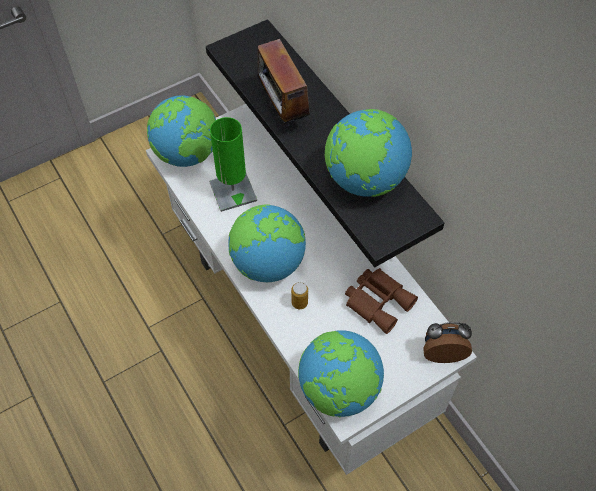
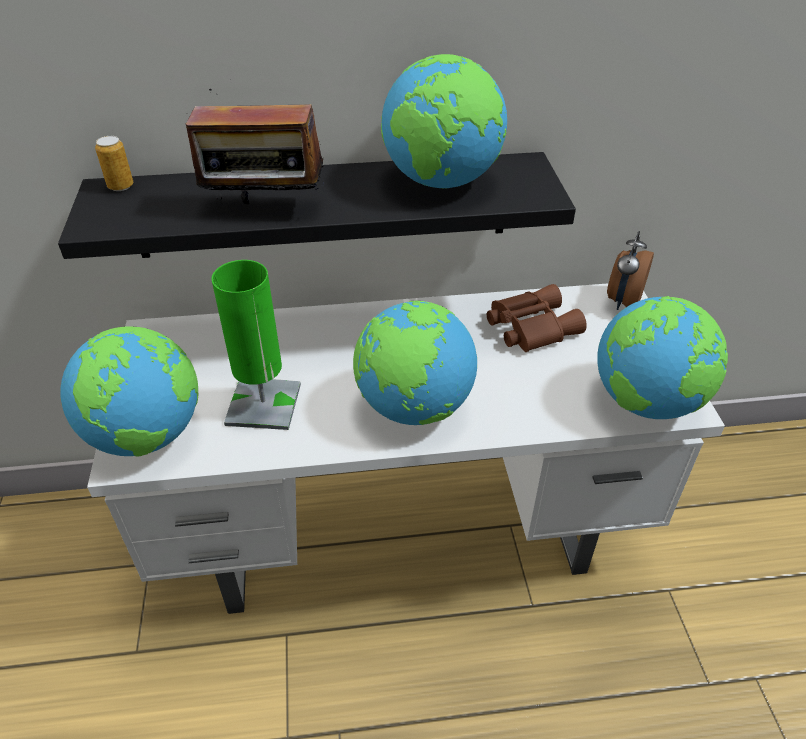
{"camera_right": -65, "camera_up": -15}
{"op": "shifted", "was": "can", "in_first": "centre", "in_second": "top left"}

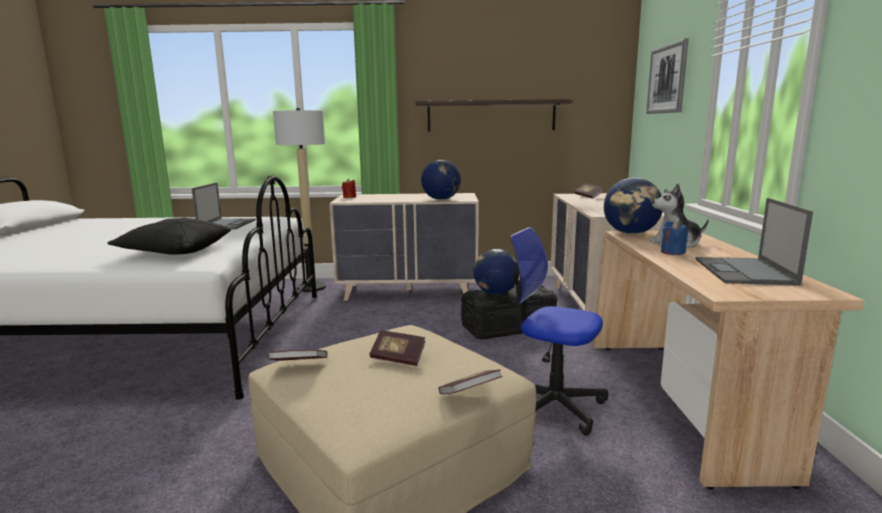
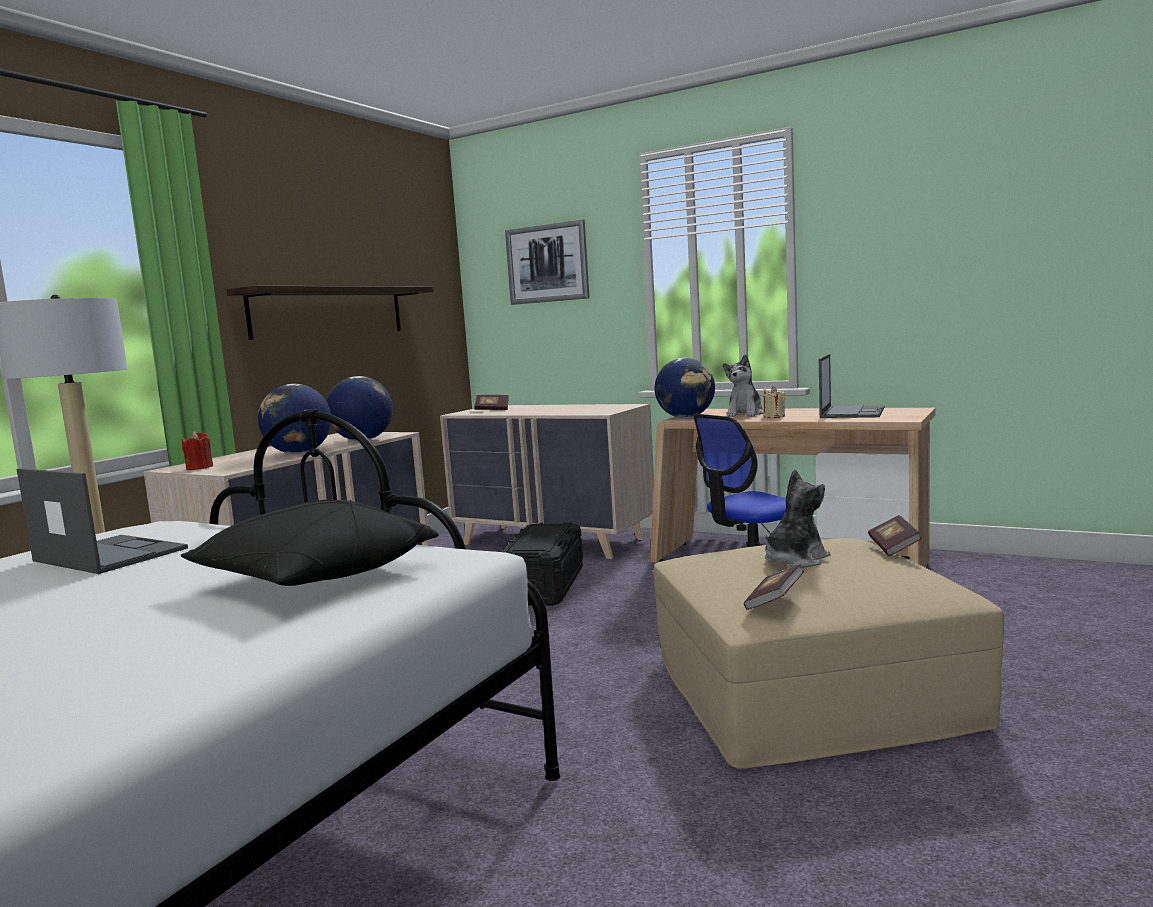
{"camera_right": -60, "camera_up": -5}
{"op": "swapped", "was": "book (no. 2 from left)", "now": "plush toy (no. 2 from left)", "in_first": "bottom centre", "in_second": "middle right"}
{"op": "shifted", "was": "globe (no. 2 from left in the first image)", "now": "globe (no. 1 from left)", "in_first": "centre", "in_second": "middle left"}
{"op": "repainted", "was": "candle (blue)", "now": "candle (beige)", "in_first": "middle right", "in_second": "middle right"}
{"op": "rotated", "was": "laptop (no. 2 from left)", "in_first": "middle right", "in_second": "middle right", "clockwise": -105}

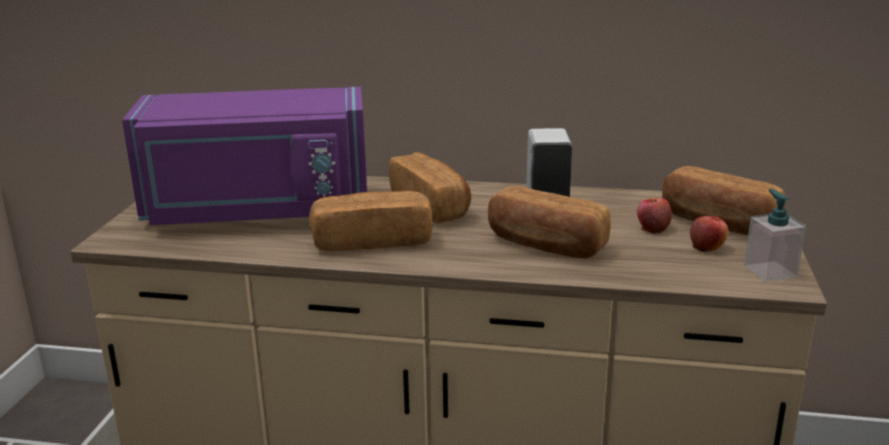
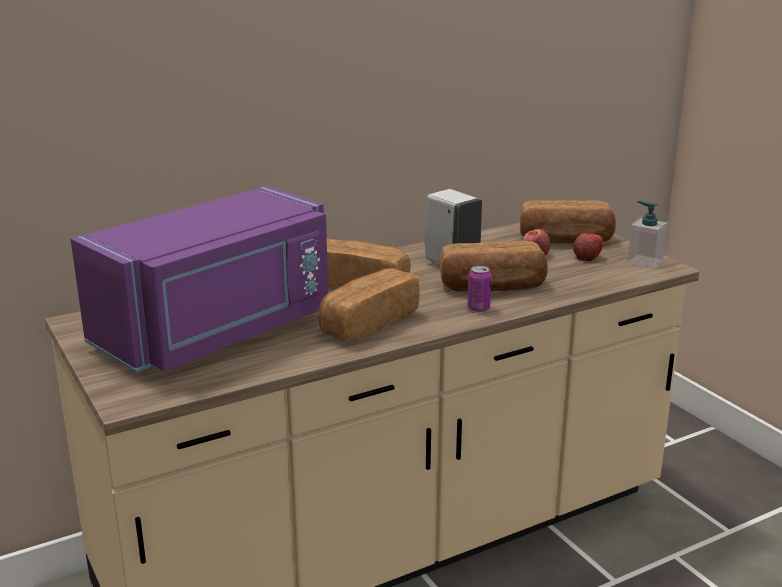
{"camera_right": -40, "camera_up": 0}
{"op": "new", "now": "can", "in_second": "centre"}

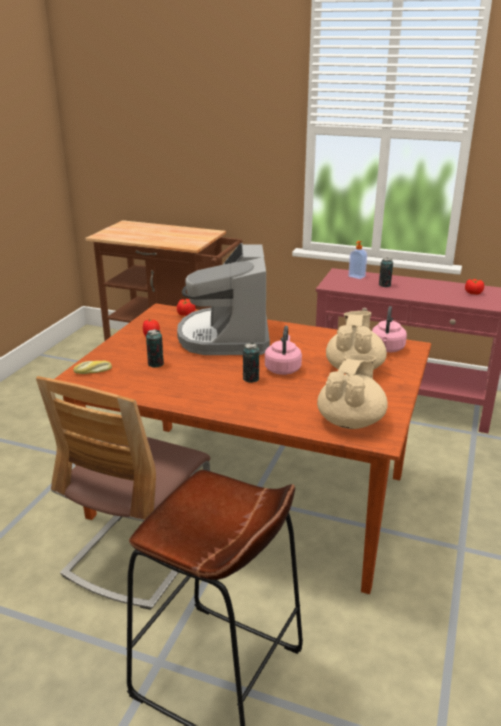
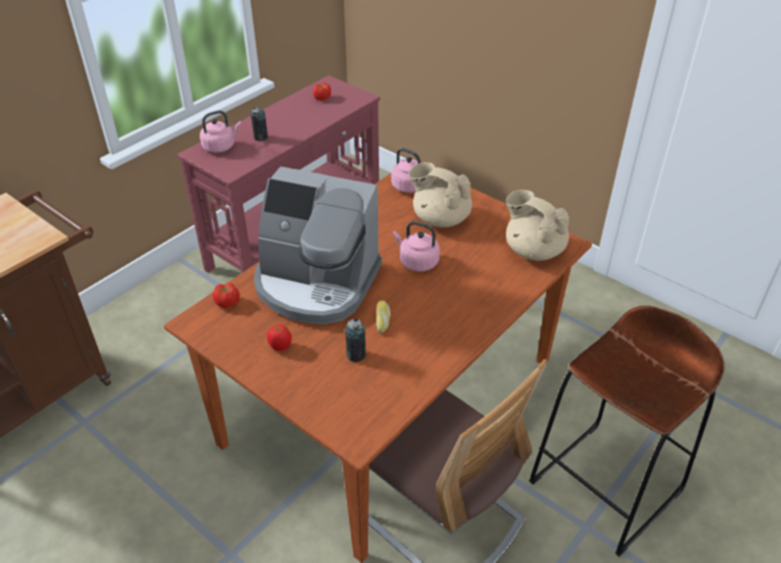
{"camera_right": -70, "camera_up": 15}
{"op": "shifted", "was": "bread", "in_first": "middle left", "in_second": "centre"}
{"op": "gone", "was": "can (no. 2 from left)", "in_first": "centre"}
{"op": "swapped", "was": "soap dispenser", "now": "kettle (pink) (no. 1 from left)", "in_first": "middle right", "in_second": "top left"}

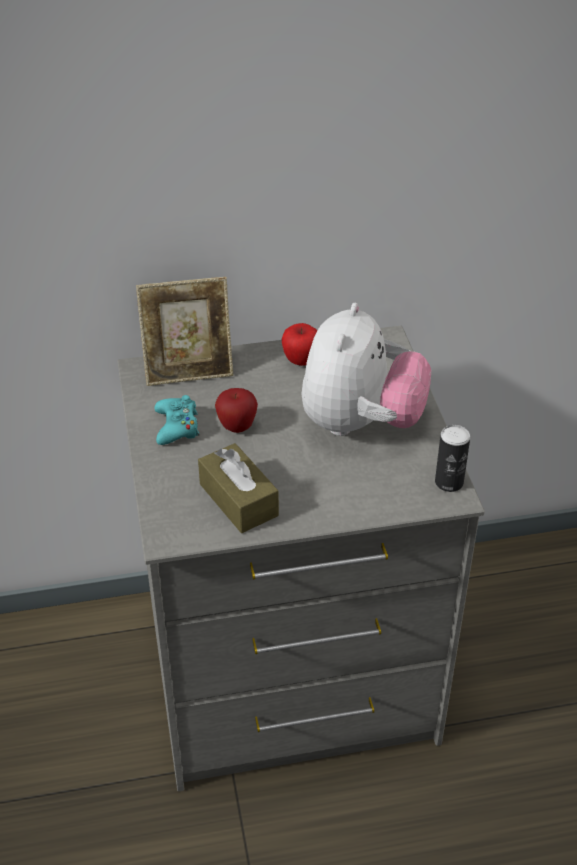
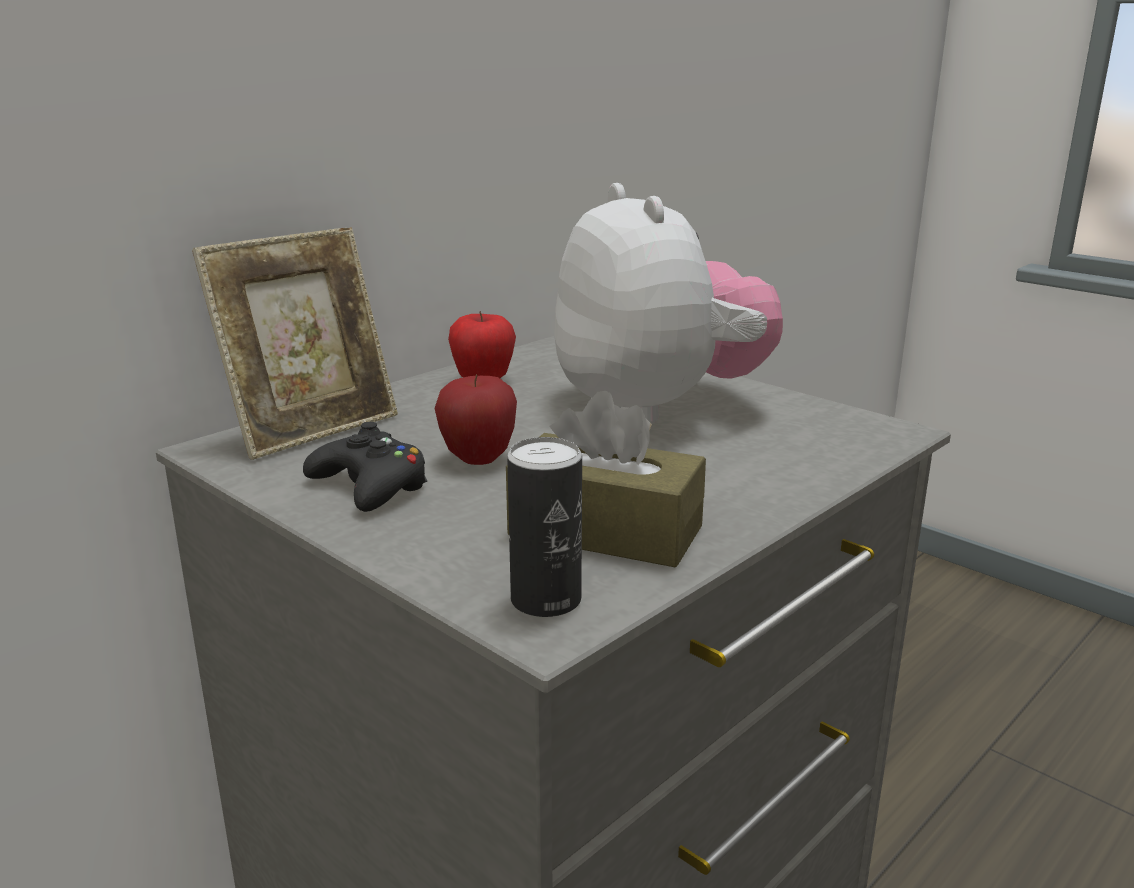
{"camera_right": -35, "camera_up": -20}
{"op": "repainted", "was": "game controller (turquoise)", "now": "game controller (black)", "in_first": "middle left", "in_second": "middle left"}
{"op": "shifted", "was": "can", "in_first": "middle right", "in_second": "centre"}

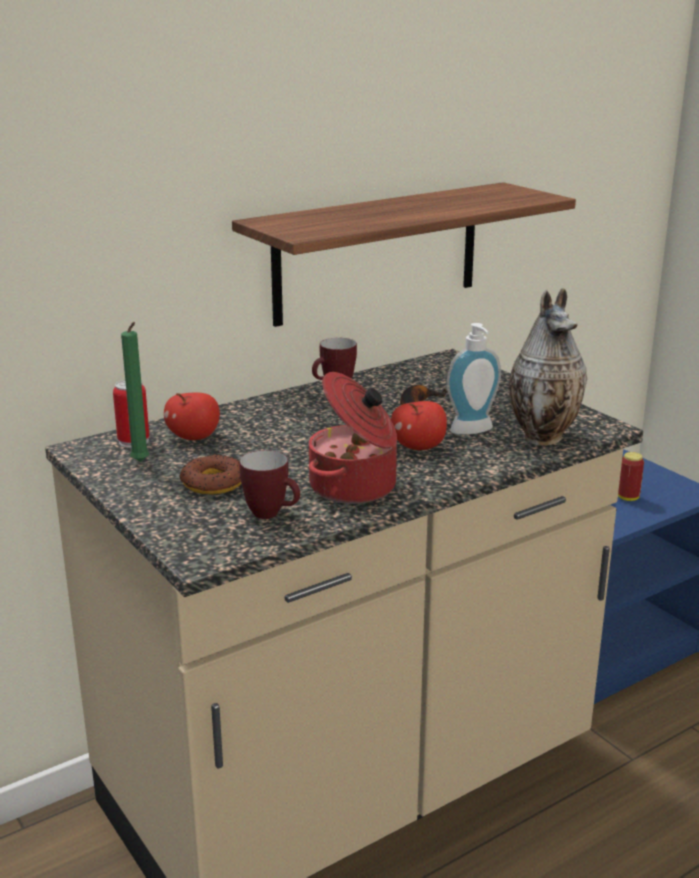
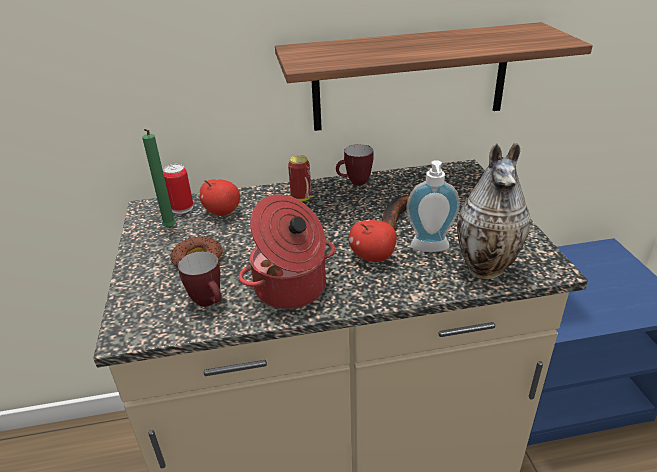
{"camera_right": 25, "camera_up": 10}
{"op": "shifted", "was": "can (no. 2 from left)", "in_first": "middle right", "in_second": "centre"}

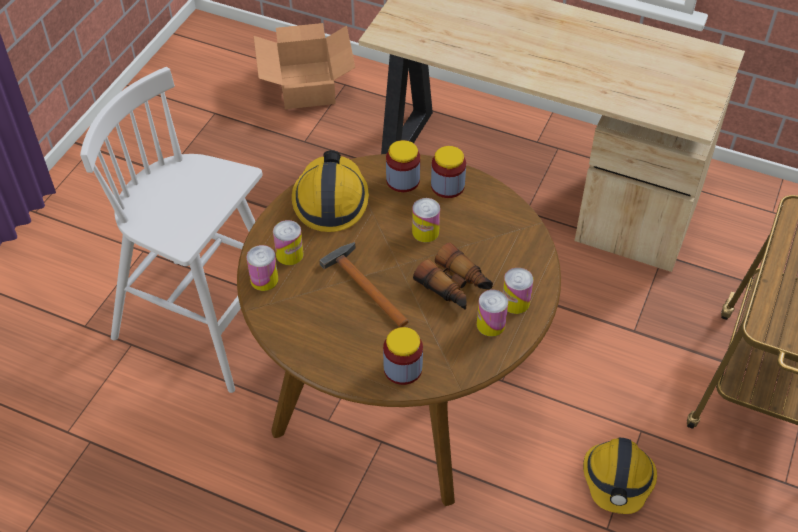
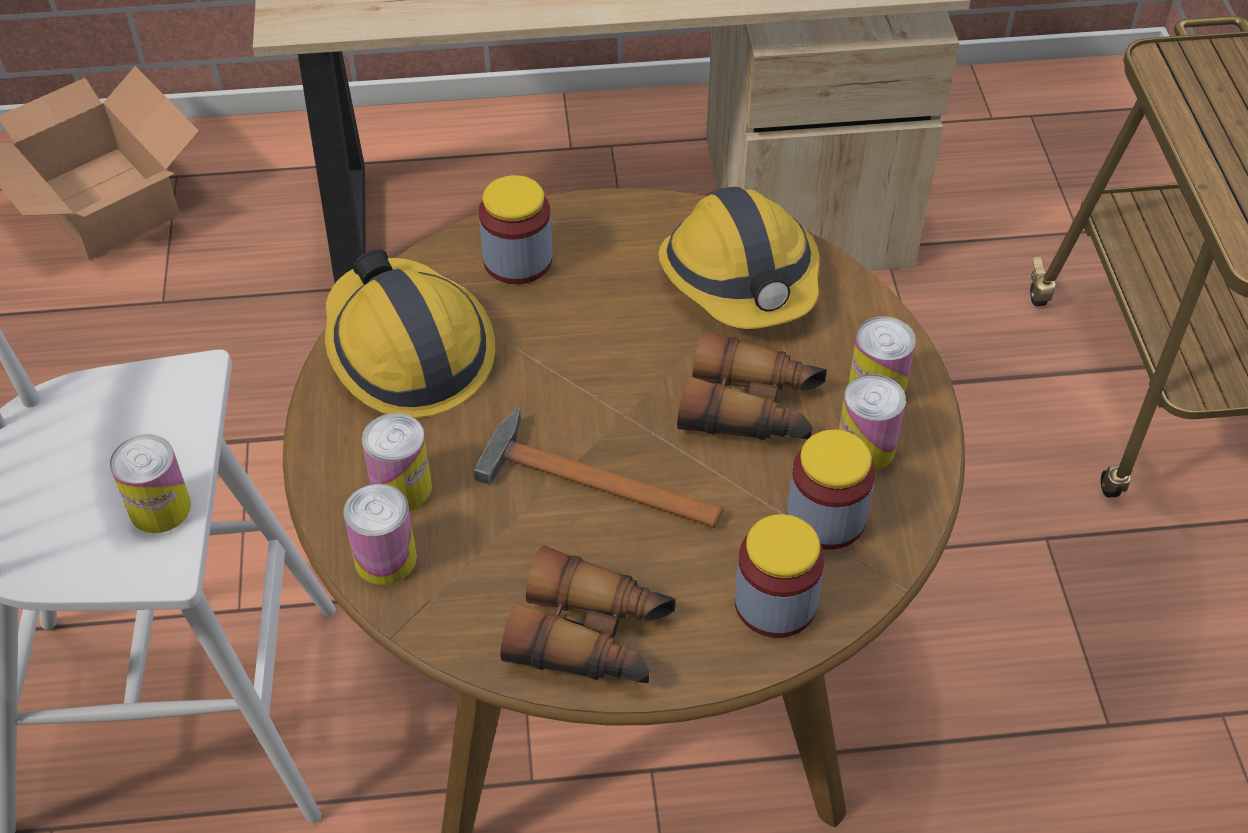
{"camera_right": -30, "camera_up": 0}
{"op": "shifted", "was": "can (no. 3 from left in the first image)", "now": "can (no. 1 from left)", "in_first": "centre", "in_second": "middle left"}
{"op": "shifted", "was": "jar (no. 3 from left)", "in_first": "top centre", "in_second": "centre"}
{"op": "shifted", "was": "hard hat (no. 2 from left)", "in_first": "bottom right", "in_second": "top centre"}
{"op": "new", "now": "binoculars (no. 1 from left)", "in_second": "bottom centre"}

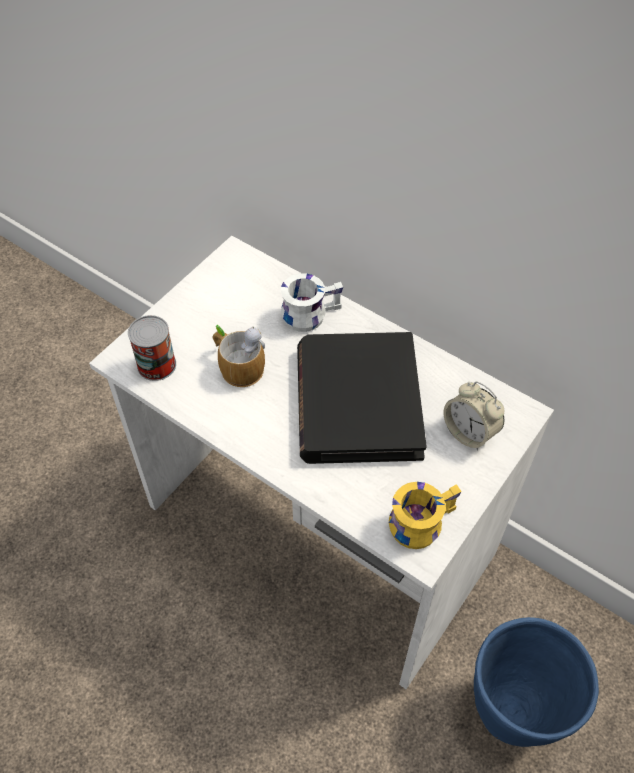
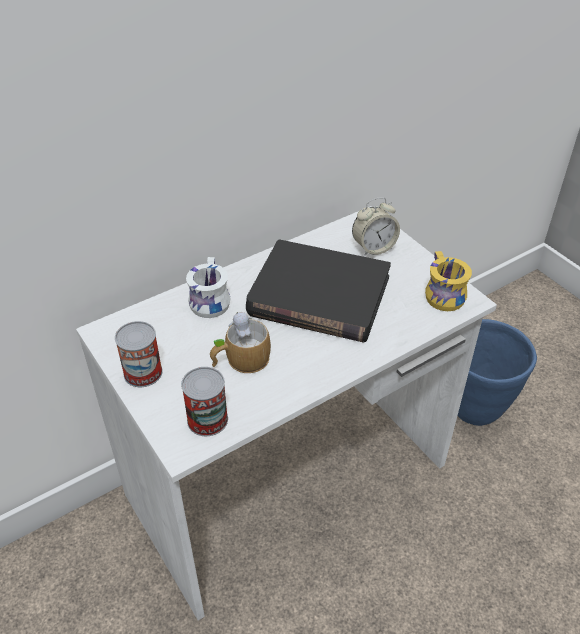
{"camera_right": -70, "camera_up": -10}
{"op": "new", "now": "can (no. 1 from left)", "in_second": "middle left"}

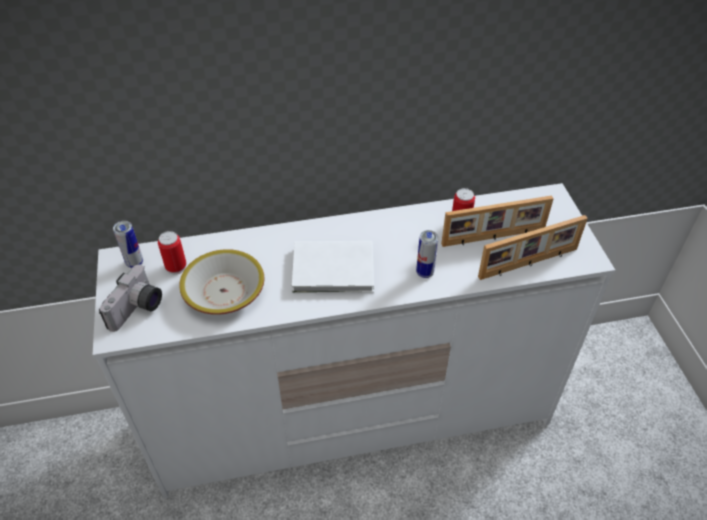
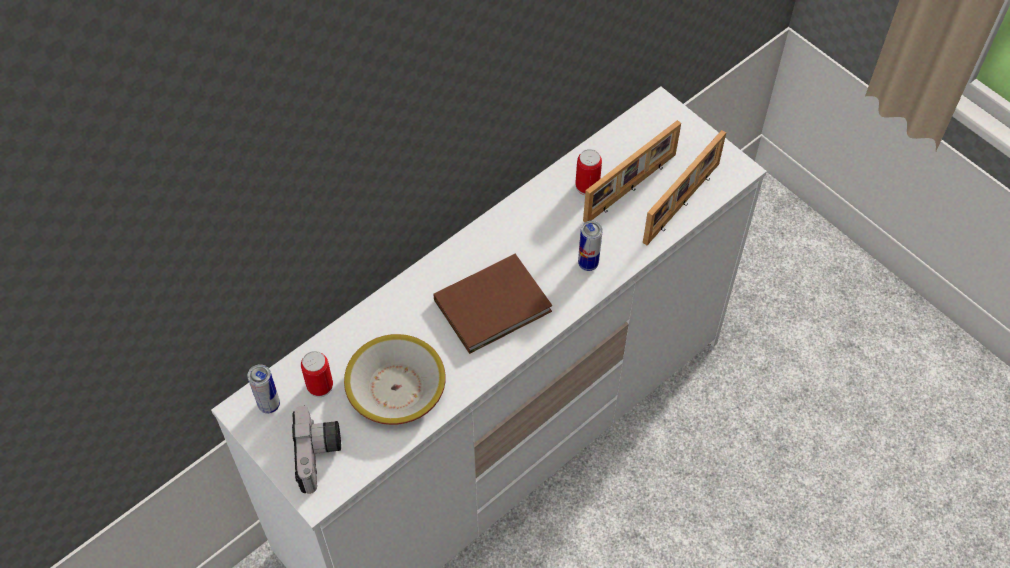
{"camera_right": -30, "camera_up": 10}
{"op": "repainted", "was": "book (white)", "now": "book (brown)", "in_first": "centre", "in_second": "centre"}

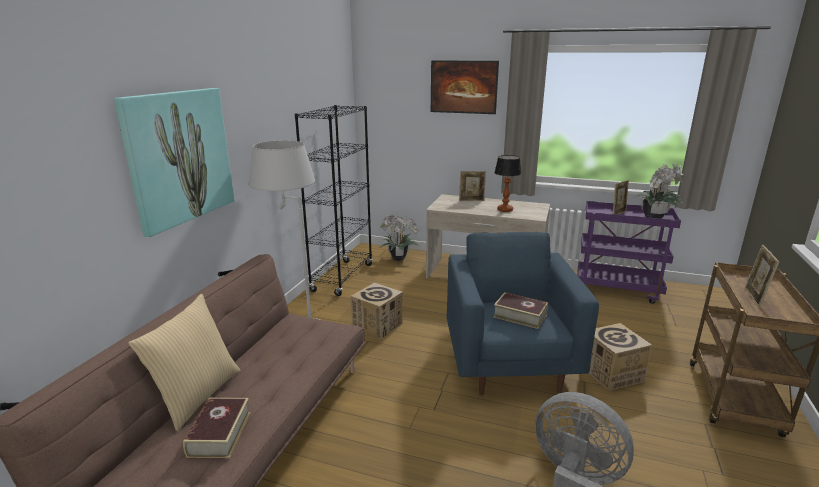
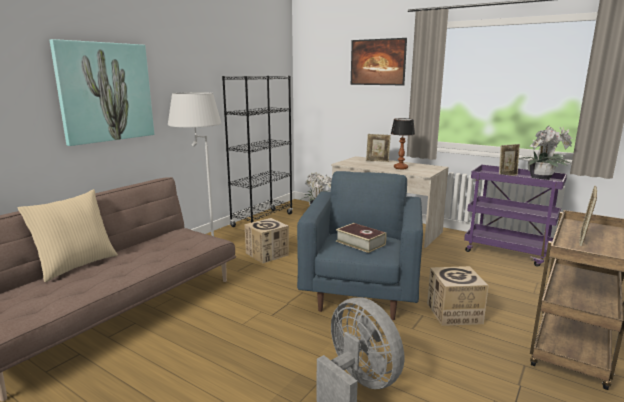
{"camera_right": 15, "camera_up": -5}
{"op": "gone", "was": "book (no. 1 from left)", "in_first": "bottom left"}

